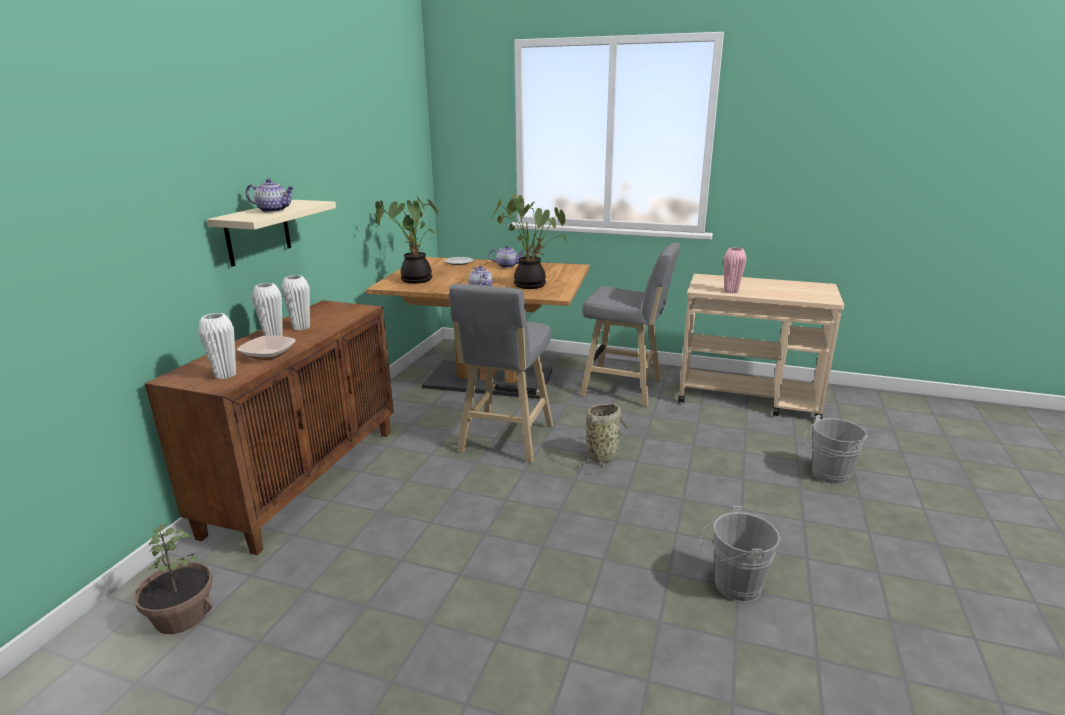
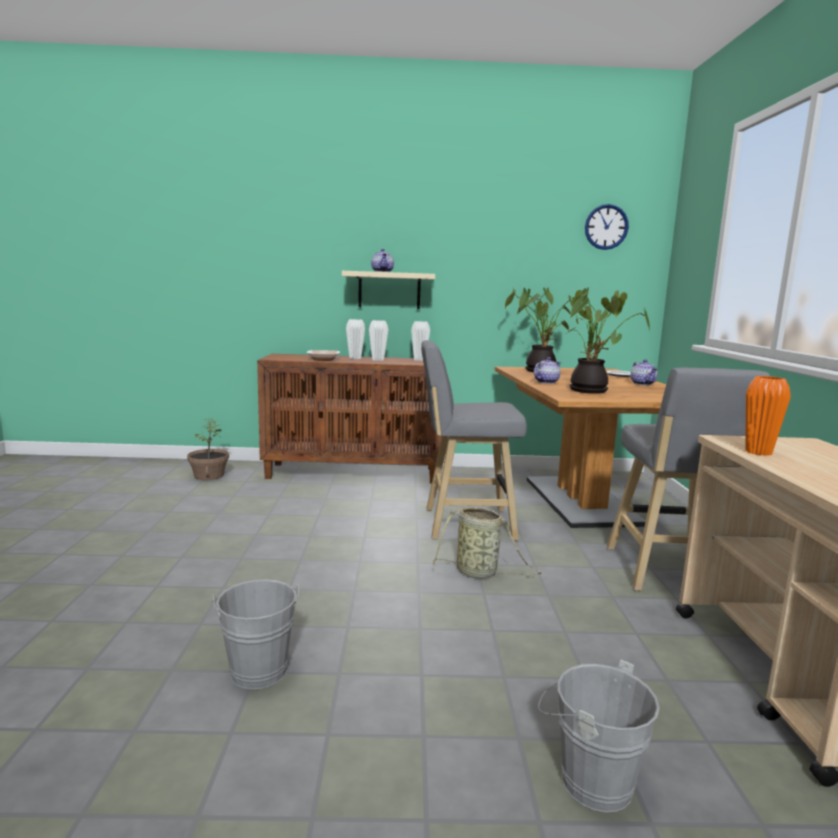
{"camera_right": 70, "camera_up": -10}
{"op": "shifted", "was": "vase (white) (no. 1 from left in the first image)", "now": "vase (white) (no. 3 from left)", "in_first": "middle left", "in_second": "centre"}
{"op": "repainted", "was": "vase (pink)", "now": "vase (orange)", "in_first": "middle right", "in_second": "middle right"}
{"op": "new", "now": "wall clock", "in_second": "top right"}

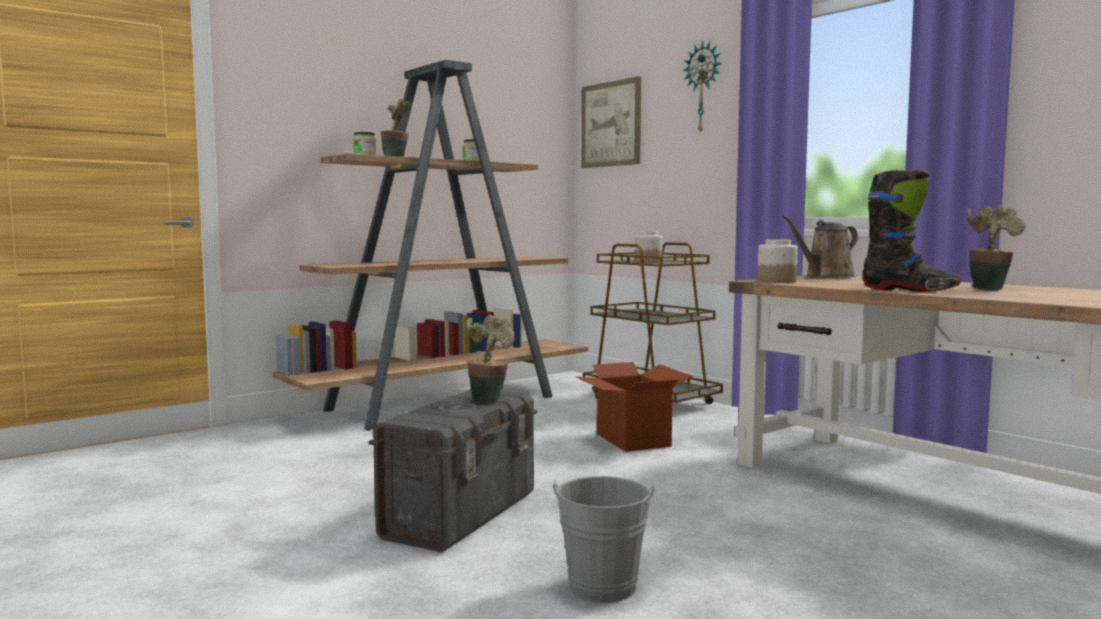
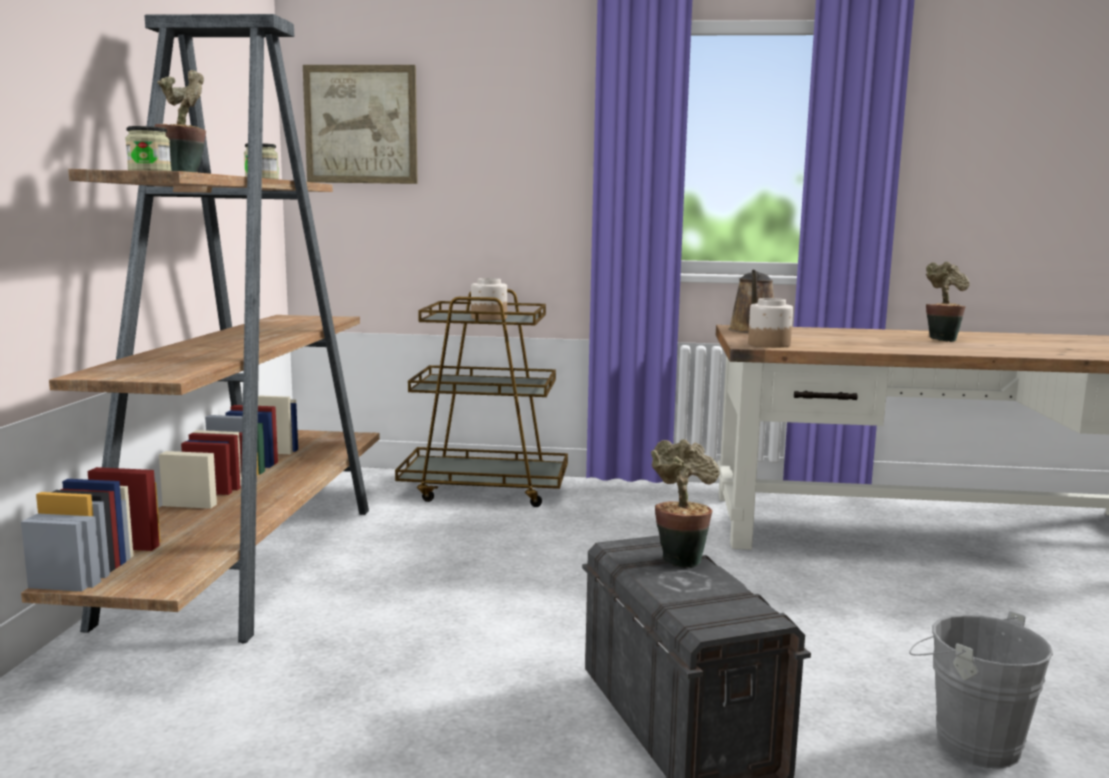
{"camera_right": -45, "camera_up": 5}
{"op": "gone", "was": "cardboard box", "in_first": "centre"}
{"op": "gone", "was": "wall clock", "in_first": "top centre"}
{"op": "gone", "was": "boot (black)", "in_first": "middle right"}

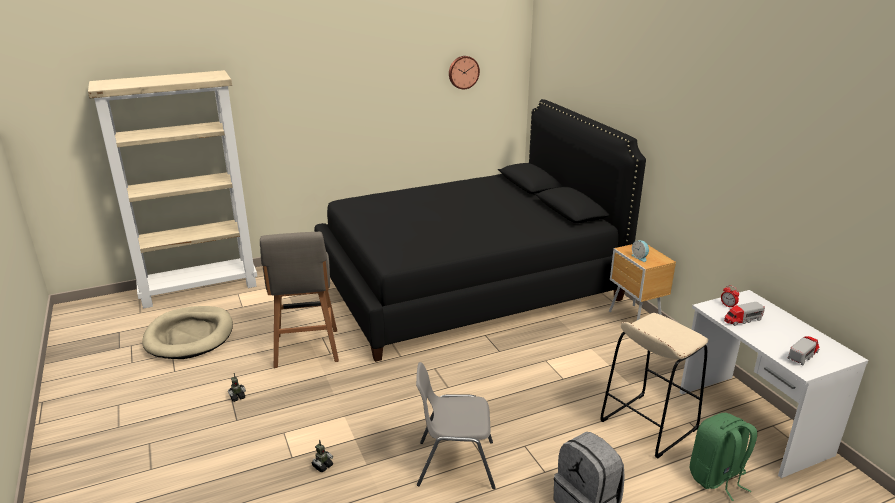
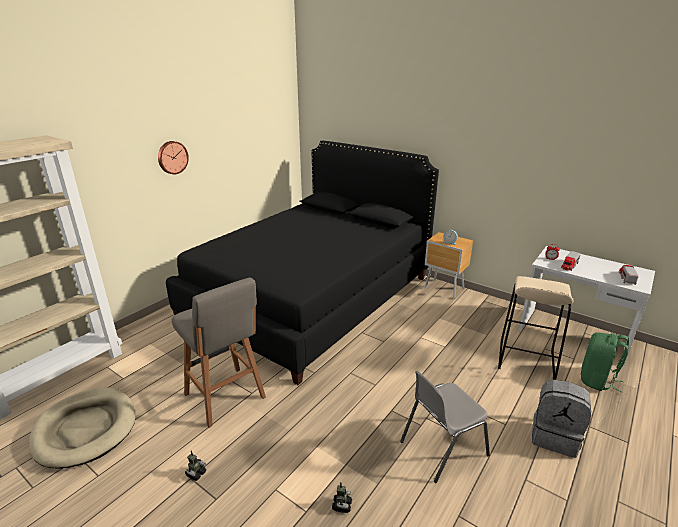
{"camera_right": -30, "camera_up": 0}
{"op": "shifted", "was": "wall clock", "in_first": "top centre", "in_second": "top left"}

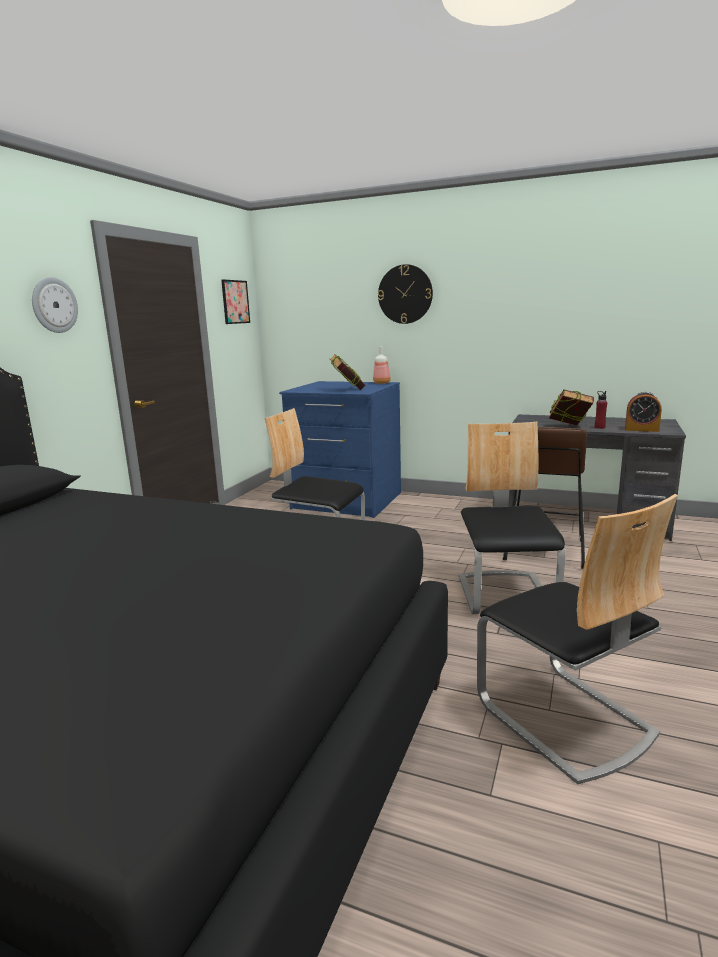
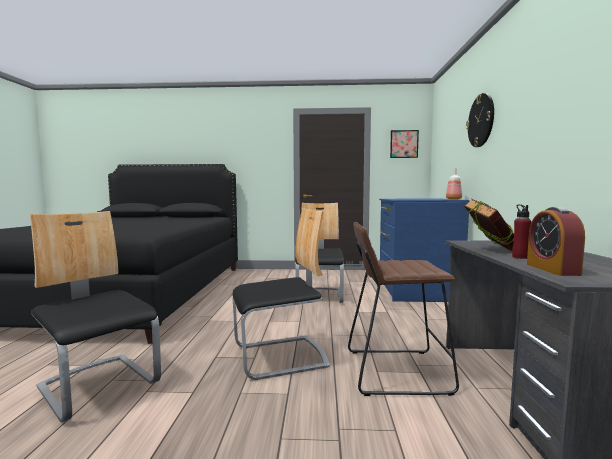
{"camera_right": 70, "camera_up": -10}
{"op": "gone", "was": "wall clock (no. 1 from left)", "in_first": "top left"}
{"op": "gone", "was": "book (no. 1 from left)", "in_first": "centre"}
{"op": "rotated", "was": "chair (no. 3 from left in the first image)", "in_first": "bottom right", "in_second": "bottom left", "clockwise": 90}

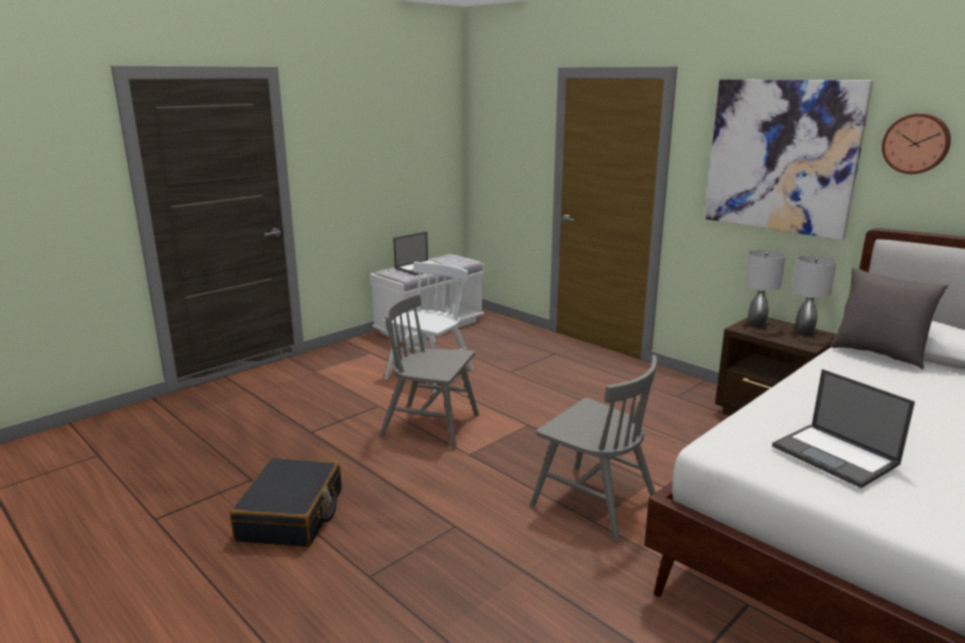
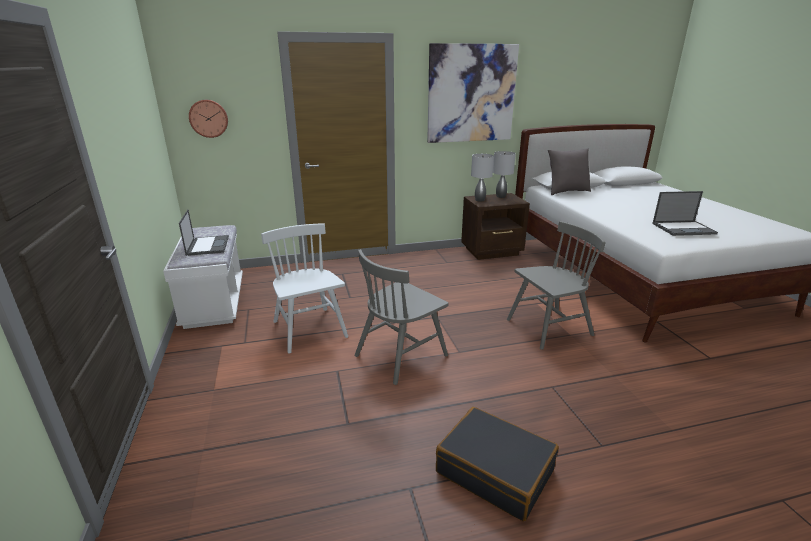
{"camera_right": -60, "camera_up": 5}
{"op": "shifted", "was": "wall clock", "in_first": "top right", "in_second": "top left"}

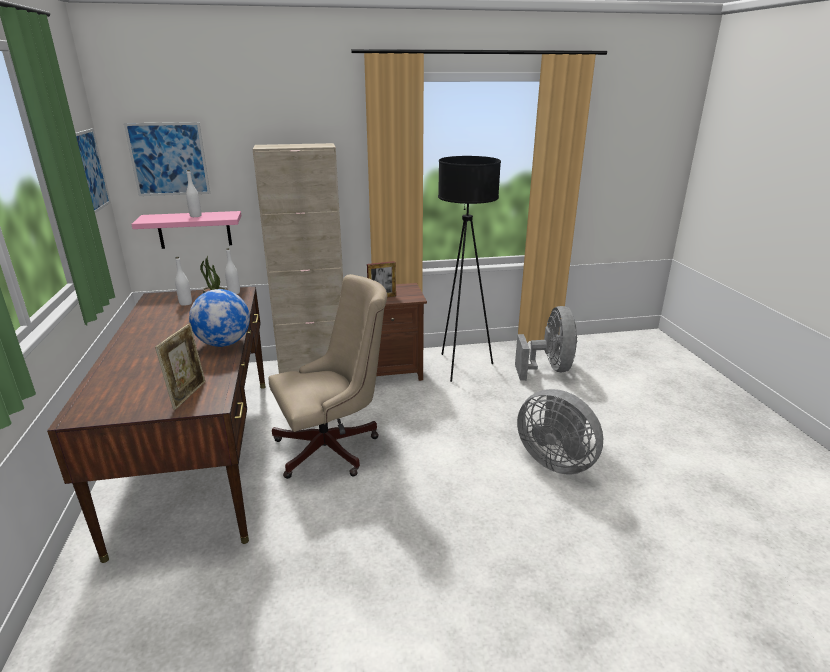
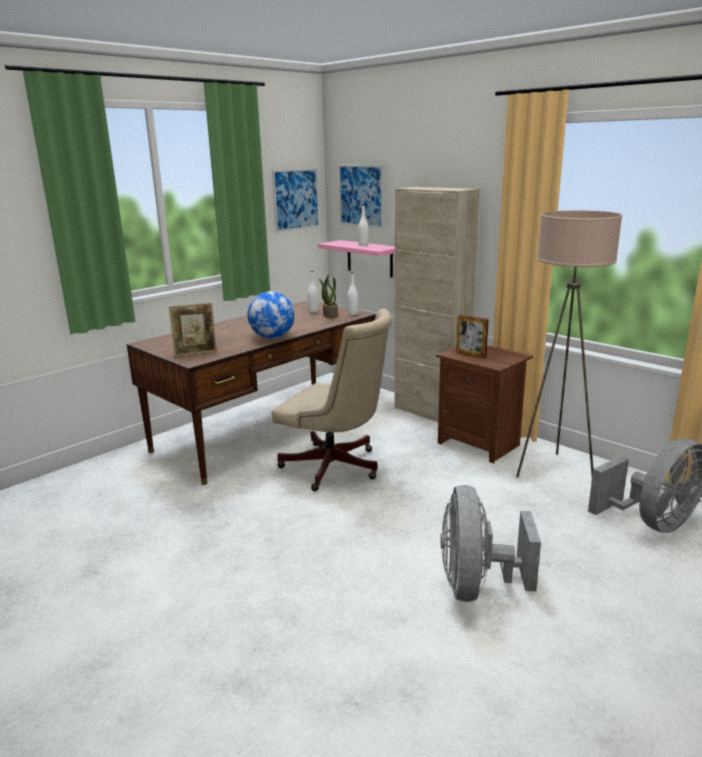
{"camera_right": 55, "camera_up": -5}
{"op": "repainted", "was": "floor lamp (black)", "now": "floor lamp (beige)", "in_first": "centre", "in_second": "middle right"}

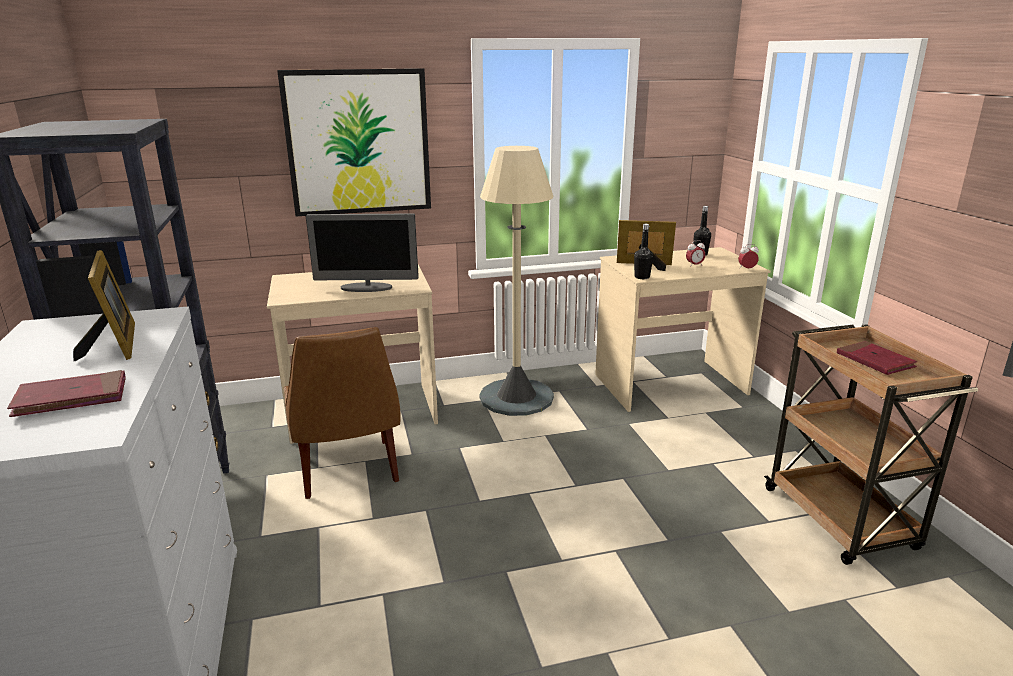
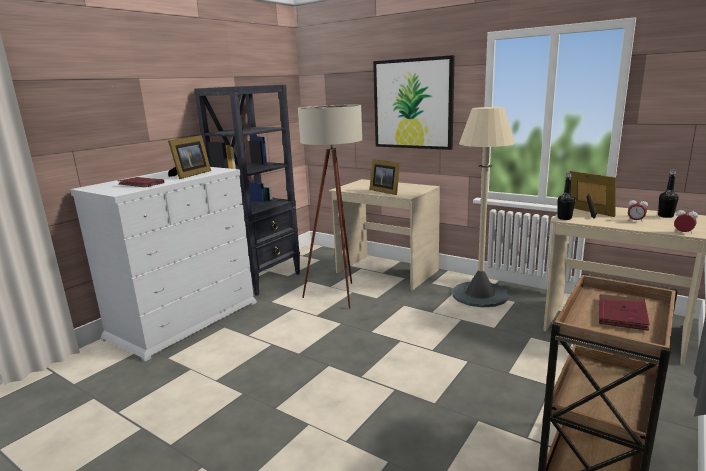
{"camera_right": 50, "camera_up": -5}
{"op": "swapped", "was": "chair (brown)", "now": "floor lamp (beige) (no. 1 from left)", "in_first": "centre", "in_second": "centre"}
{"op": "swapped", "was": "monitor", "now": "picture frame (no. 2 from left)", "in_first": "centre", "in_second": "centre"}

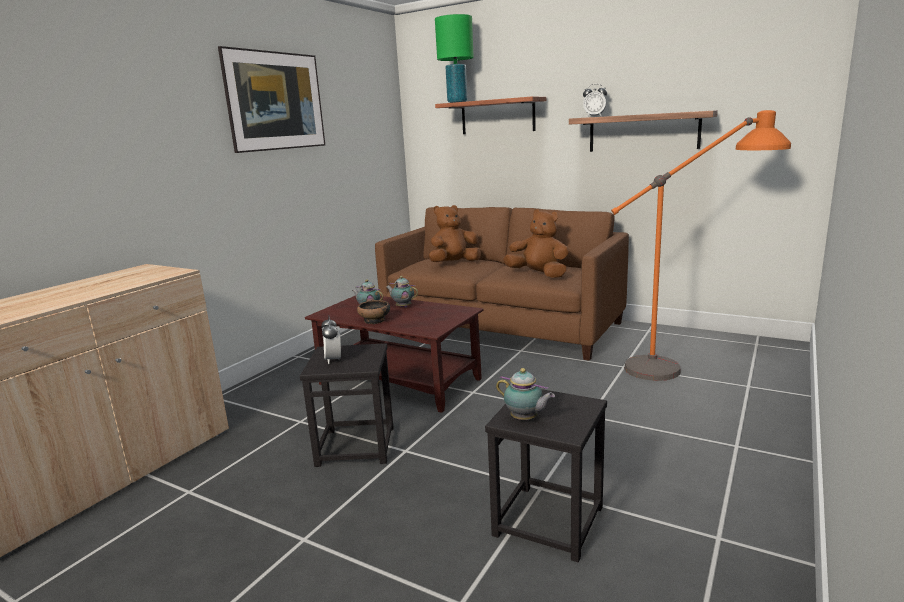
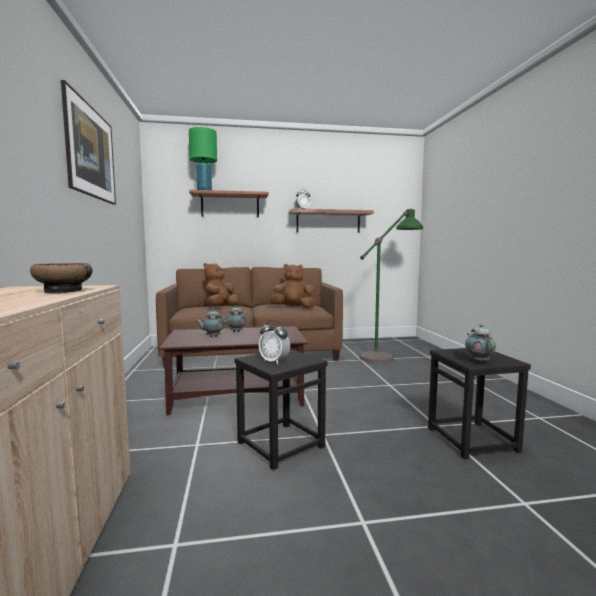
{"camera_right": -40, "camera_up": -10}
{"op": "shifted", "was": "bowl", "in_first": "centre", "in_second": "middle left"}
{"op": "rotated", "was": "teapot (no. 3 from left)", "in_first": "centre", "in_second": "middle right", "clockwise": -90}
{"op": "repainted", "was": "floor lamp (orange)", "now": "floor lamp (green)", "in_first": "middle right", "in_second": "centre"}

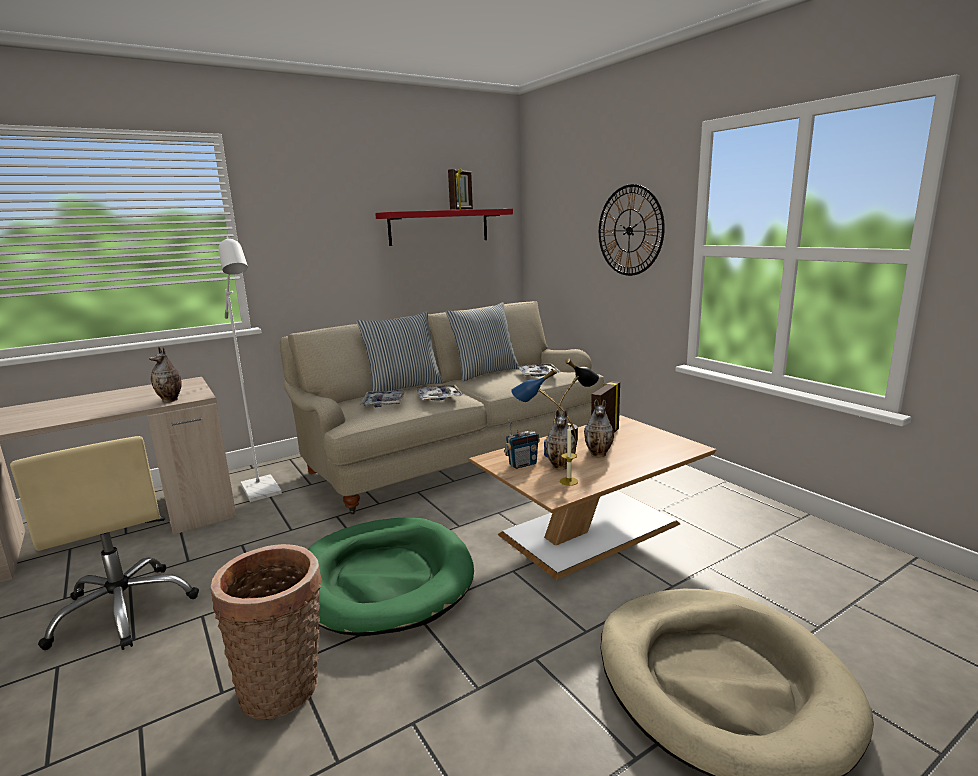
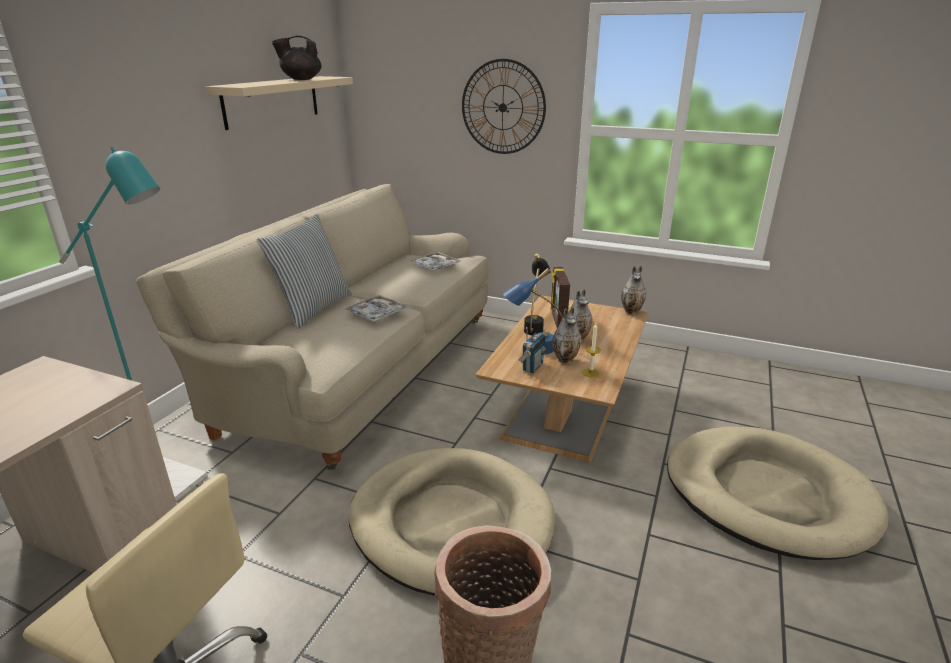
{"camera_right": -35, "camera_up": 10}
{"op": "shifted", "was": "vase (no. 1 from left in the first image)", "now": "vase (no. 3 from left)", "in_first": "middle left", "in_second": "centre"}
{"op": "repainted", "was": "floor lamp (white)", "now": "floor lamp (turquoise)", "in_first": "middle left", "in_second": "middle left"}
{"op": "repainted", "was": "dog bed (green)", "now": "dog bed (beige) (no. 1 from left)", "in_first": "bottom centre", "in_second": "bottom centre"}
{"op": "gone", "was": "tray (no. 1 from left)", "in_first": "centre"}
{"op": "repainted", "was": "shelf (red)", "now": "shelf (beige)", "in_first": "top centre", "in_second": "top left"}
{"op": "gone", "was": "pillow (no. 2 from left)", "in_first": "centre"}
{"op": "swapped", "was": "picture frame (no. 1 from left)", "now": "teapot (black)", "in_first": "top centre", "in_second": "top left"}

